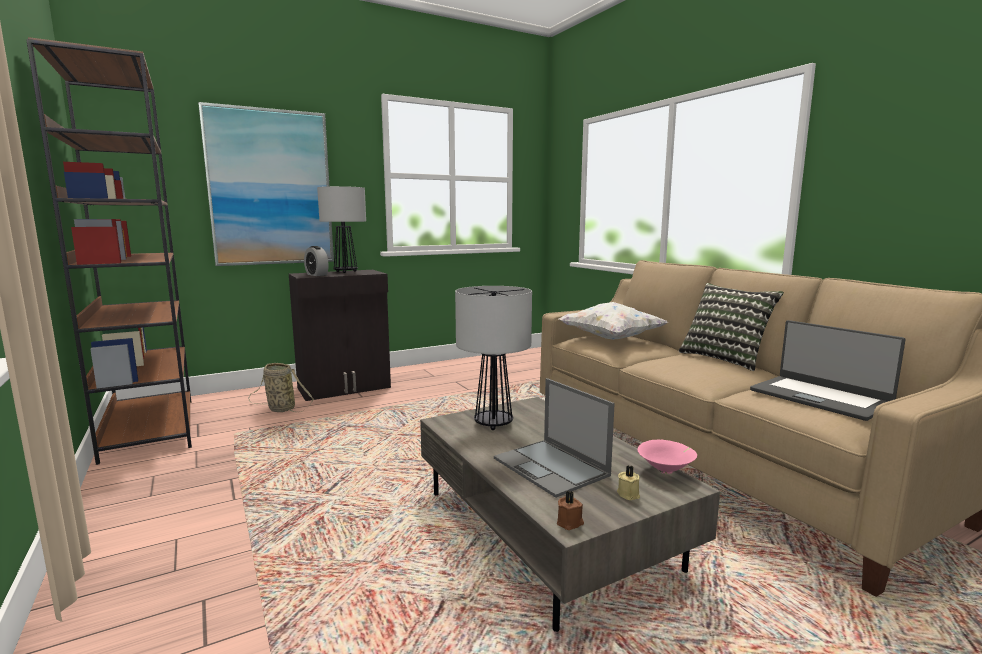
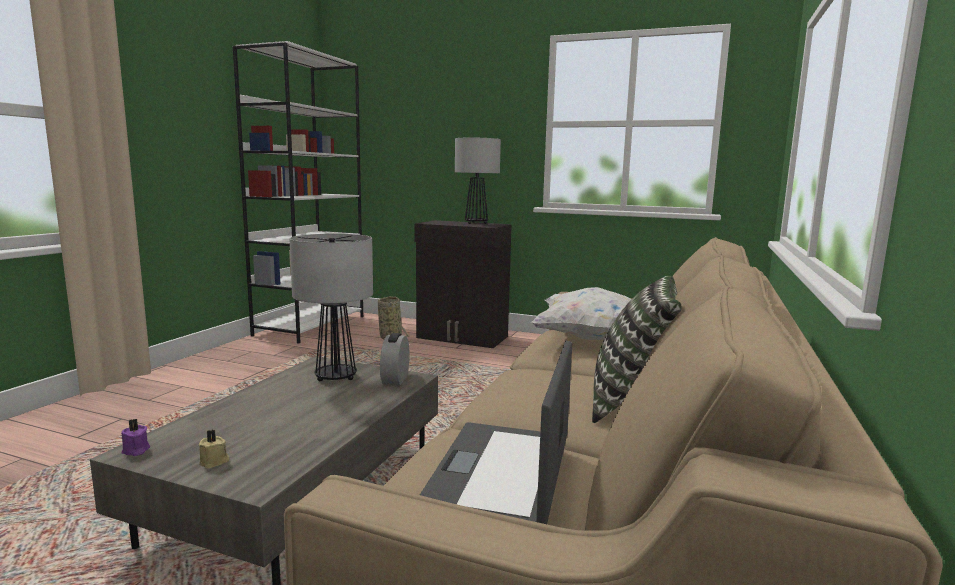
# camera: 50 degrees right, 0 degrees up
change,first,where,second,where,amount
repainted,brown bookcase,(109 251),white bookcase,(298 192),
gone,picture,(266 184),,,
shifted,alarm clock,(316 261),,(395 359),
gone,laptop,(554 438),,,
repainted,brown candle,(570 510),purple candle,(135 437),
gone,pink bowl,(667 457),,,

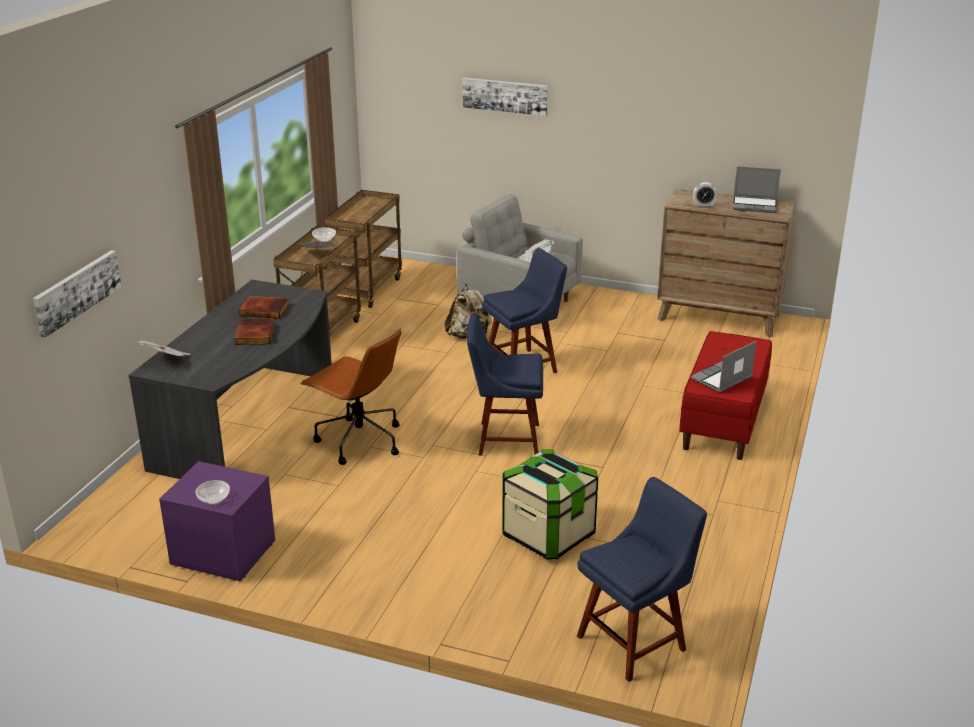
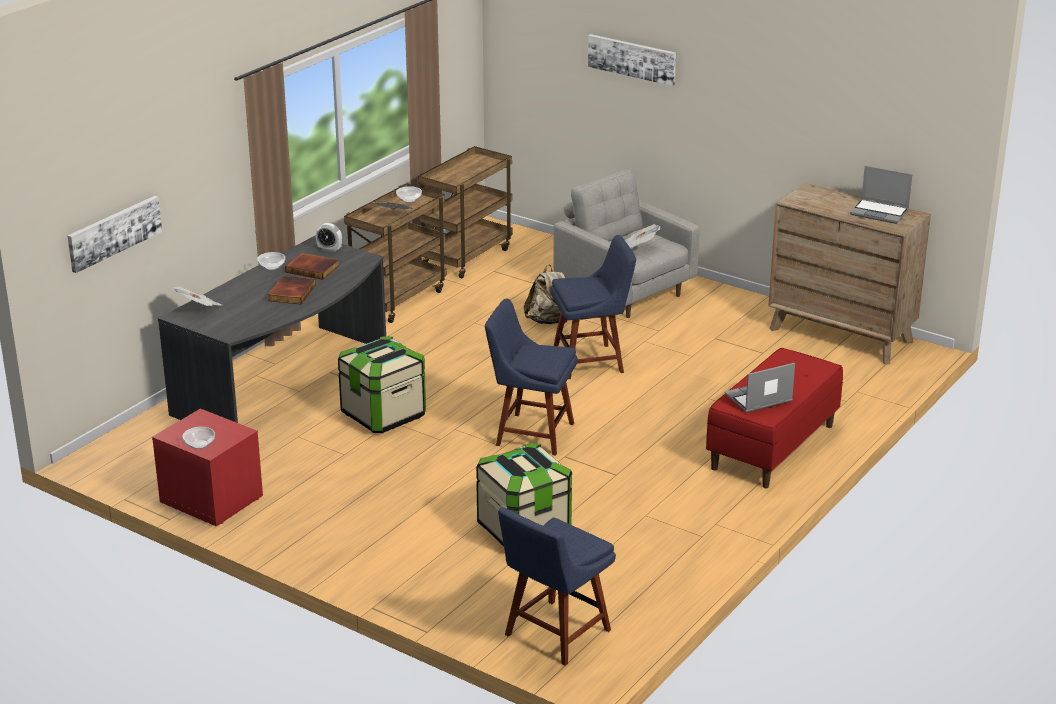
# camera: 15 degrees right, 0 degrees up
change,first,where,second,where,amount
repainted,purple nightstand,(217 521),red nightstand,(207 467),
swapped,brown office chair,(350 396),storage box,(382 384),
rotated,blue chair,(642 579),,(557 587),150 degrees clockwise
shifted,alarm clock,(705 195),,(329 237),
new,,,bowl,(271 261),

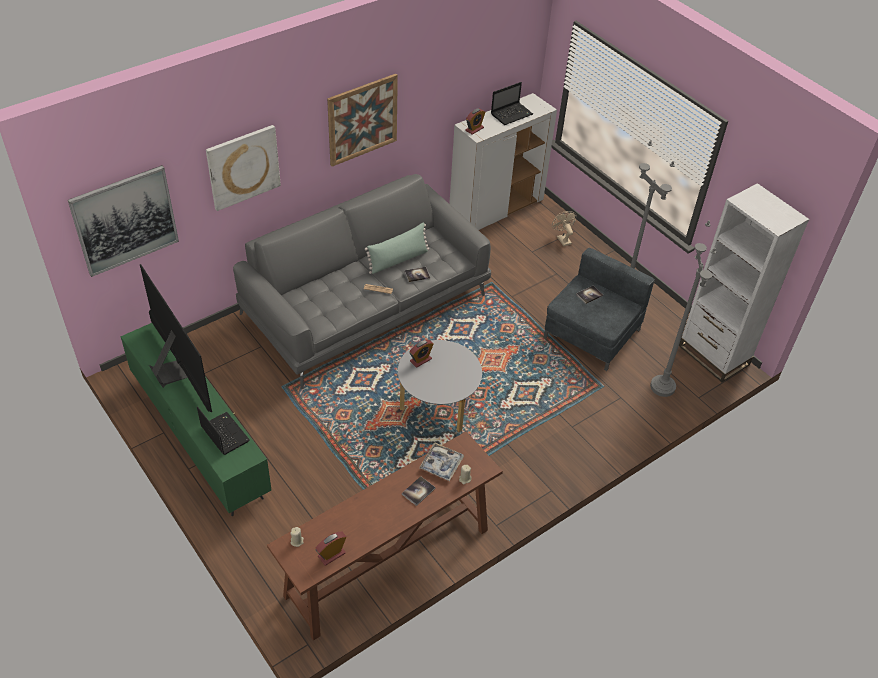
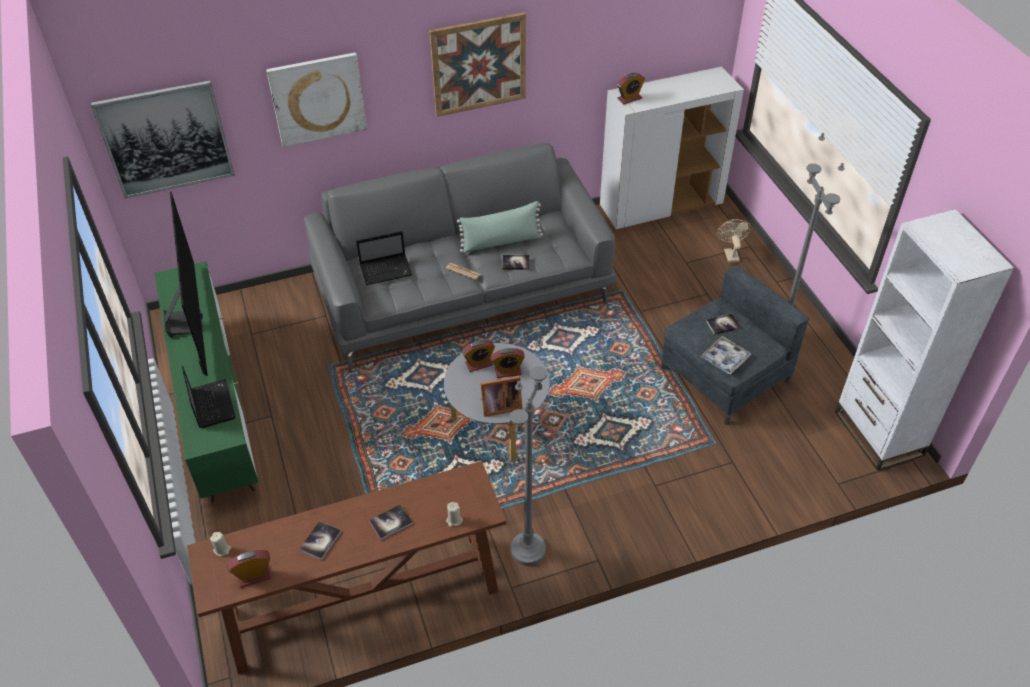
# camera: 20 degrees right, 0 degrees up
change,first,where,second,where,amount
shifted,tray,(441 461),,(725 355),
shifted,laptop,(512 103),,(384 258),
shifted,grey floor lamp,(683 308),,(528 452),
new,,,book,(320 540),
new,,,picture frame,(501 396),
new,,,alarm clock,(508 363),

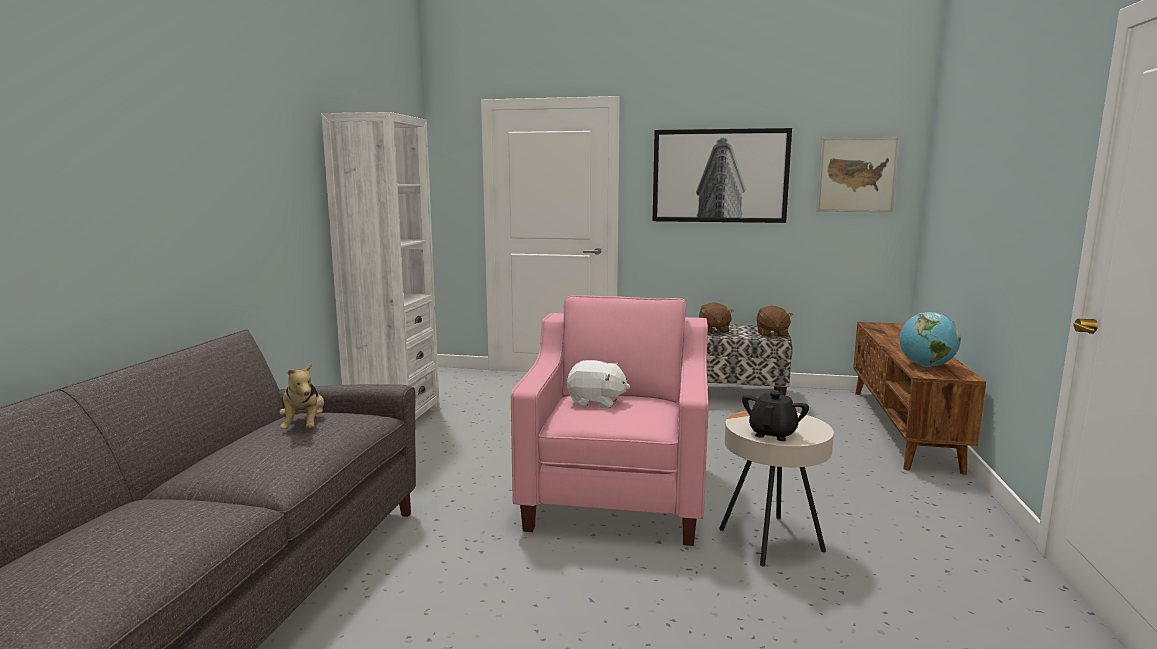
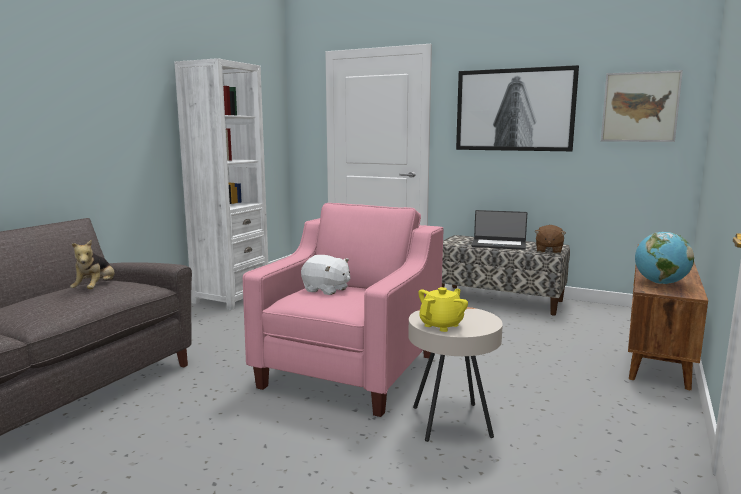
# camera: 15 degrees right, 0 degrees up
change,first,where,second,where,amount
swapped,brown plush toy,(716 317),laptop,(499 230),
repainted,black teapot,(775 416),yellow teapot,(443 309),

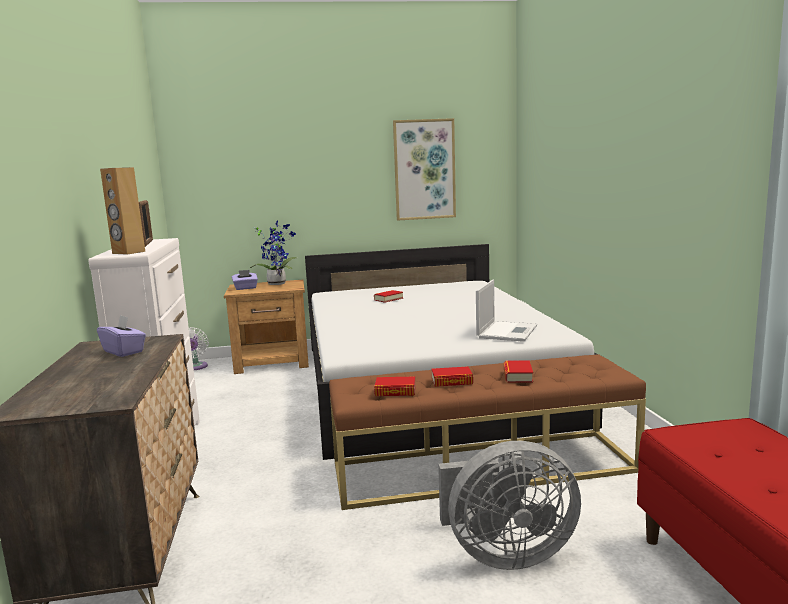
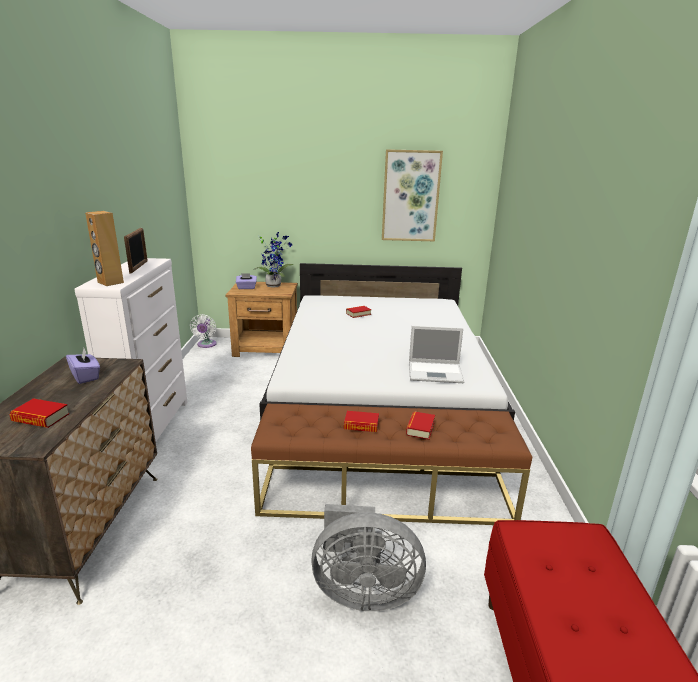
# camera: 10 degrees right, 10 degrees up
change,first,where,second,where,amount
shifted,book,(395 386),,(39 413),
rotated,laptop,(506 310),,(436 354),60 degrees clockwise

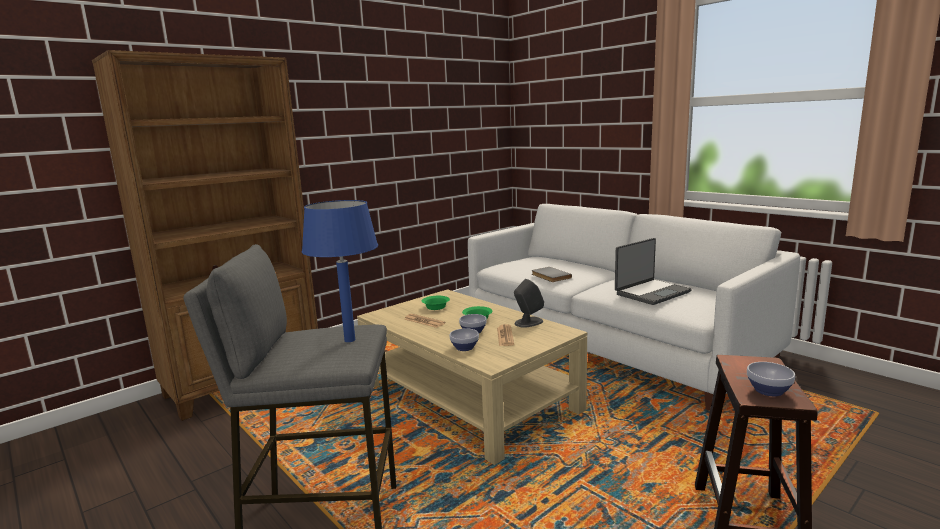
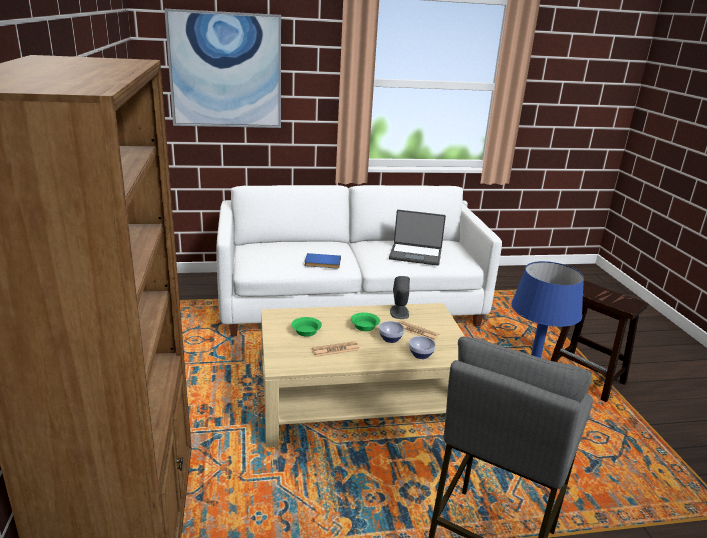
# camera: 60 degrees left, 10 degrees up
change,first,where,second,where,amount
repainted,grey book,(552 274),blue book,(322 261),
rotated,laptop,(653 271),,(417 238),105 degrees clockwise
gone,bowl,(771 379),,,
new,,,picture,(222 68),

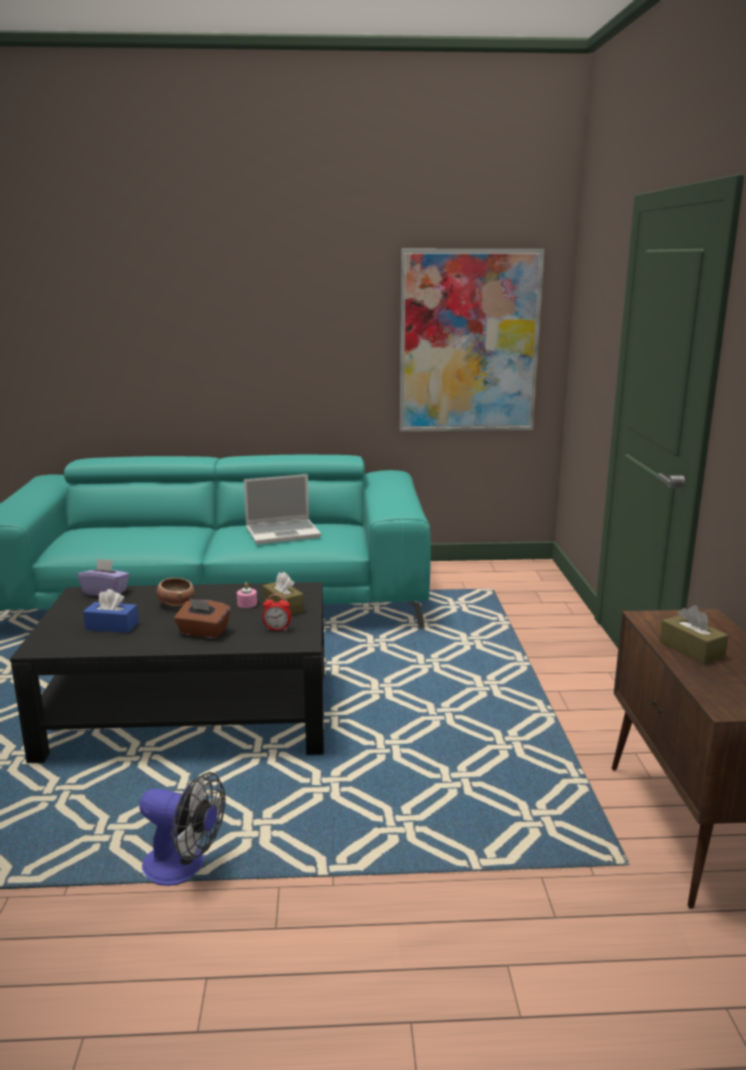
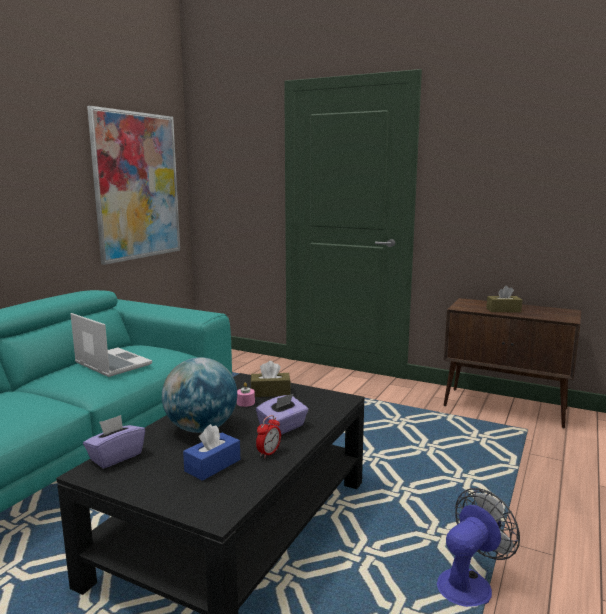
# camera: 60 degrees left, 5 degrees down
change,first,where,second,where,amount
swapped,bowl,(175 592),globe,(199 395),
repainted,brown tissue box,(202 618),purple tissue box,(282 414),
rotated,laptop,(282 509),,(111 345),60 degrees counterclockwise
shifted,alarm clock,(276 612),,(268 436),

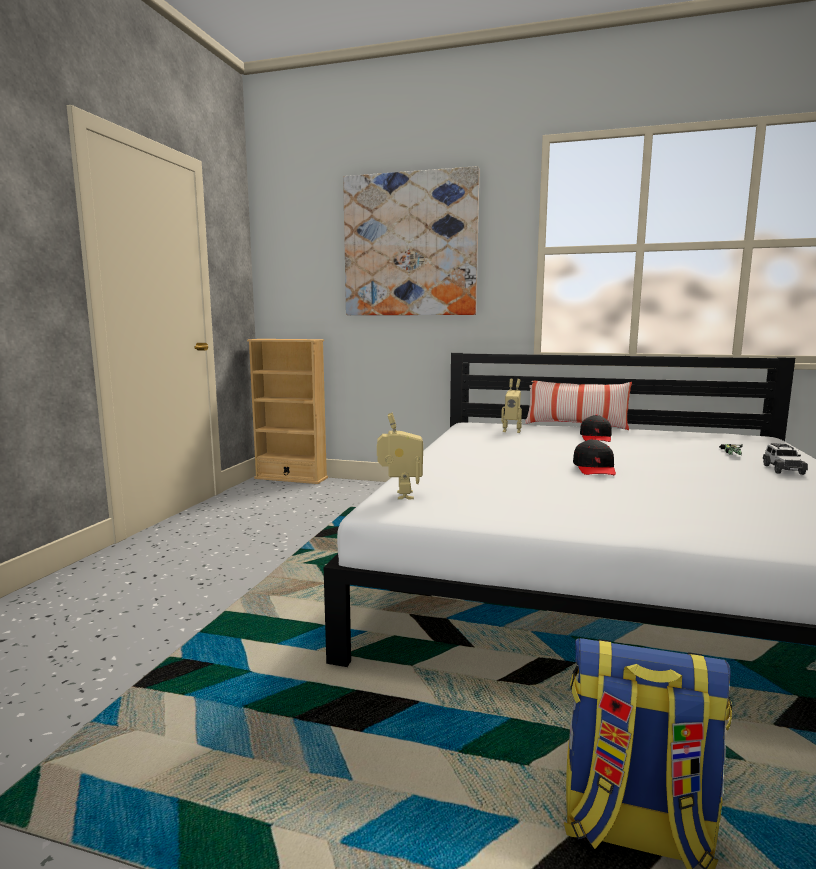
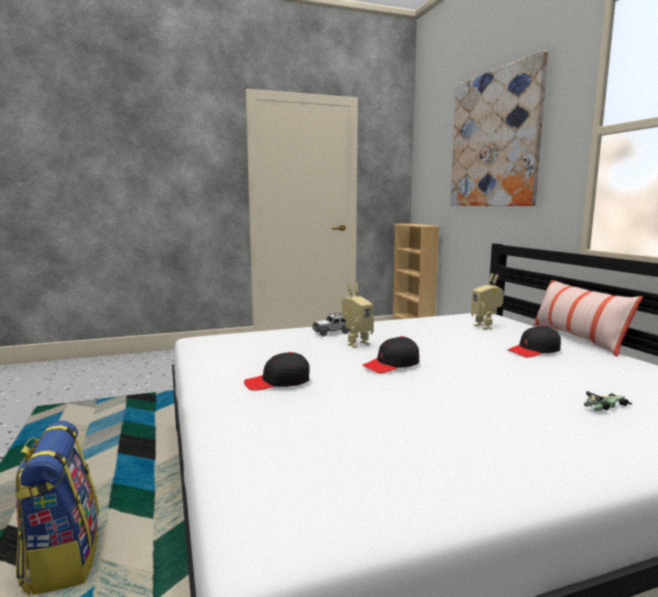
# camera: 55 degrees right, 0 degrees up
change,first,where,second,where,amount
shifted,toy robot,(400 456),,(357 315),
shifted,toy car,(785 459),,(331 324),
new,,,black cap,(277 371),

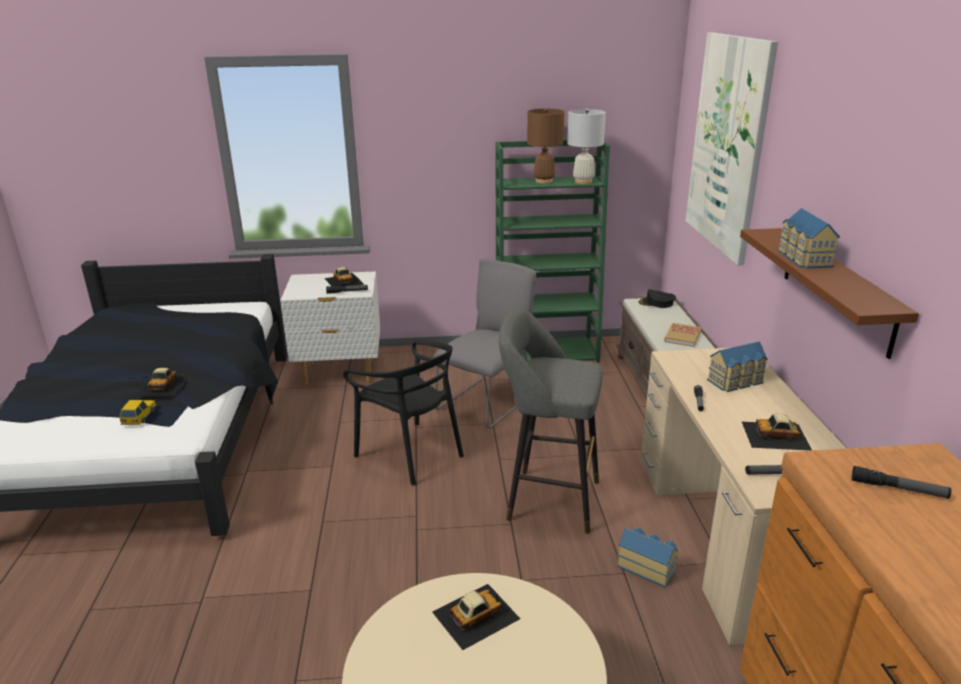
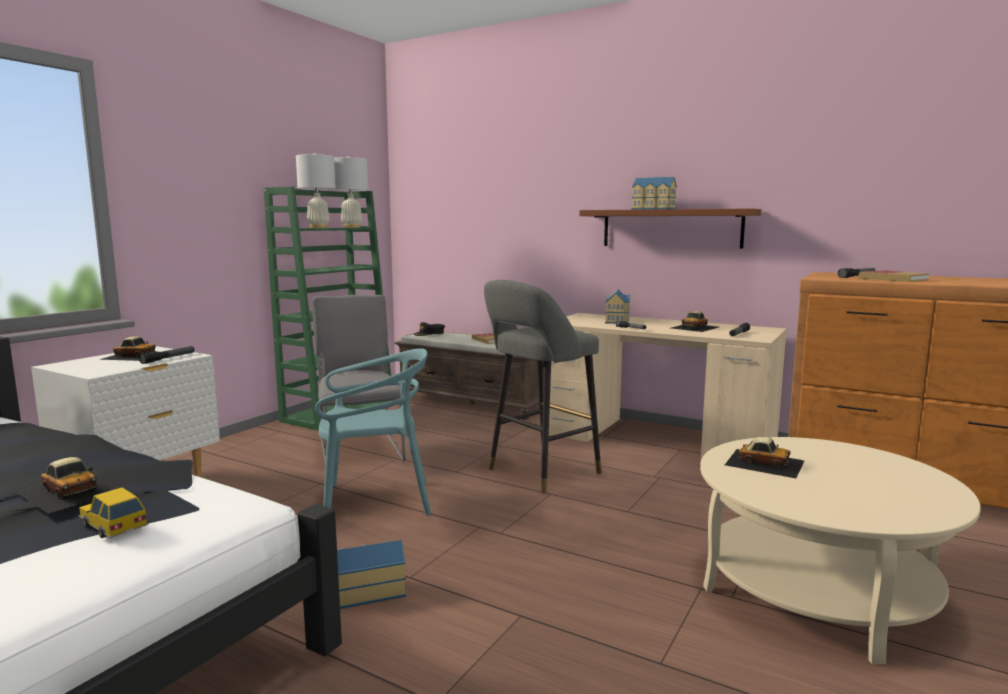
# camera: 55 degrees left, 15 degrees down
change,first,where,second,where,amount
repainted,black chair,(403 413),turquoise chair,(373 432),
rotated,toy car,(476 617),,(765 457),120 degrees clockwise
repainted,brown table lamp,(546 146),white table lamp,(316 190),
shifted,toy house,(647 557),,(372 574),
gone,picture,(731 148),,,
new,,,book,(894 276),

